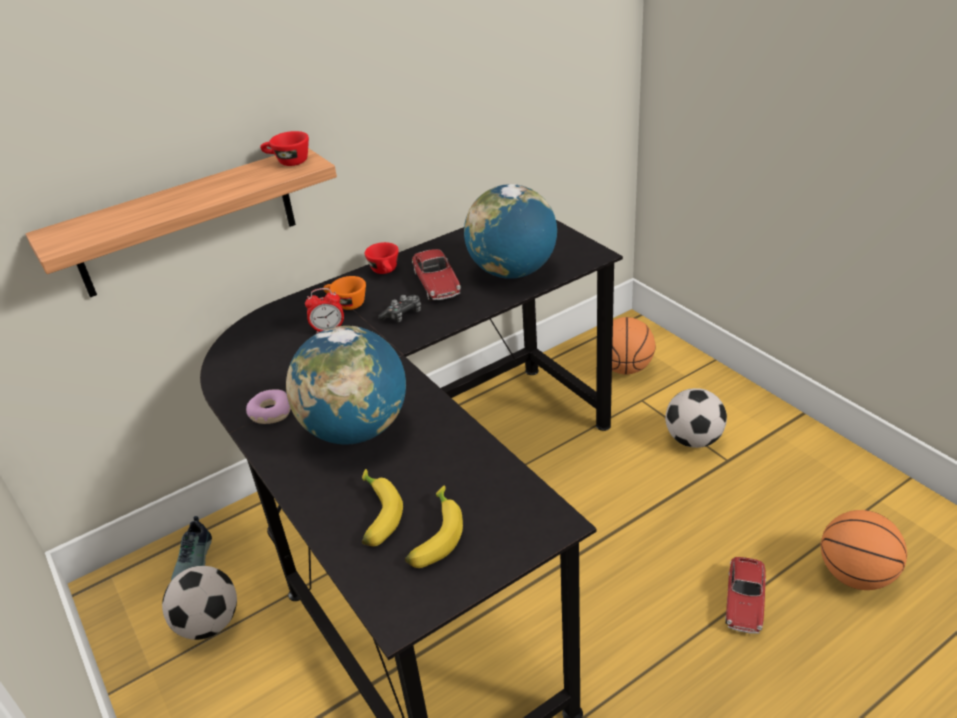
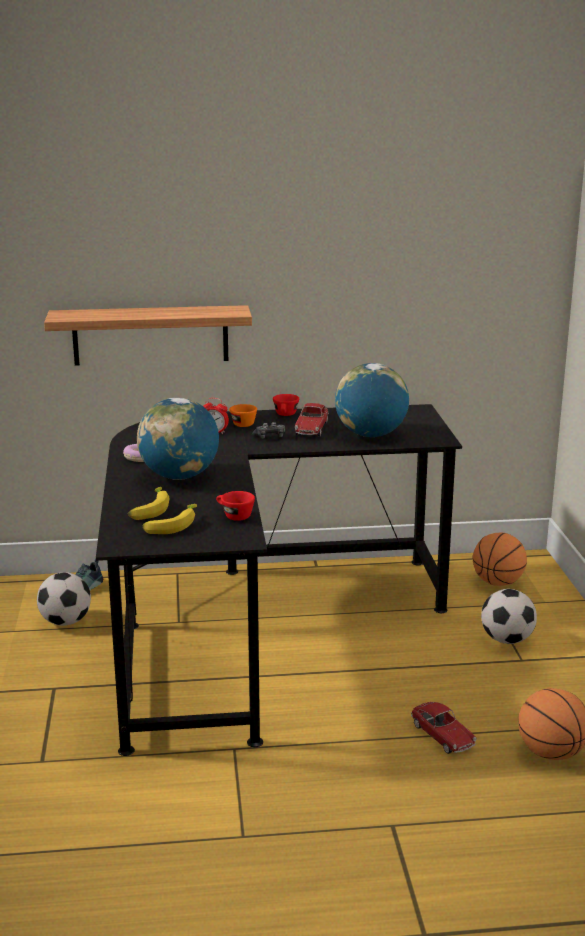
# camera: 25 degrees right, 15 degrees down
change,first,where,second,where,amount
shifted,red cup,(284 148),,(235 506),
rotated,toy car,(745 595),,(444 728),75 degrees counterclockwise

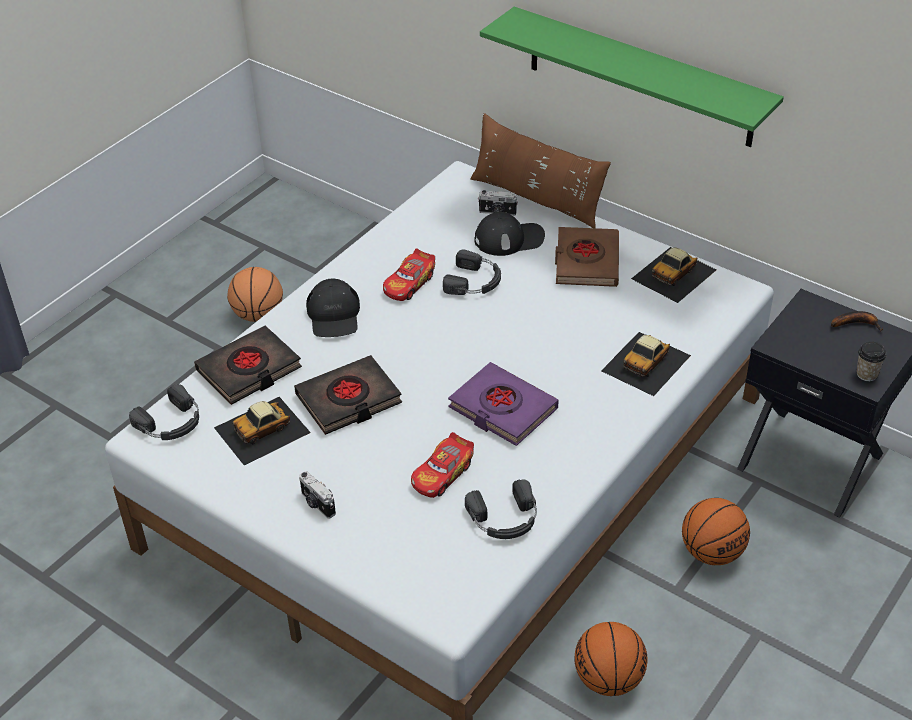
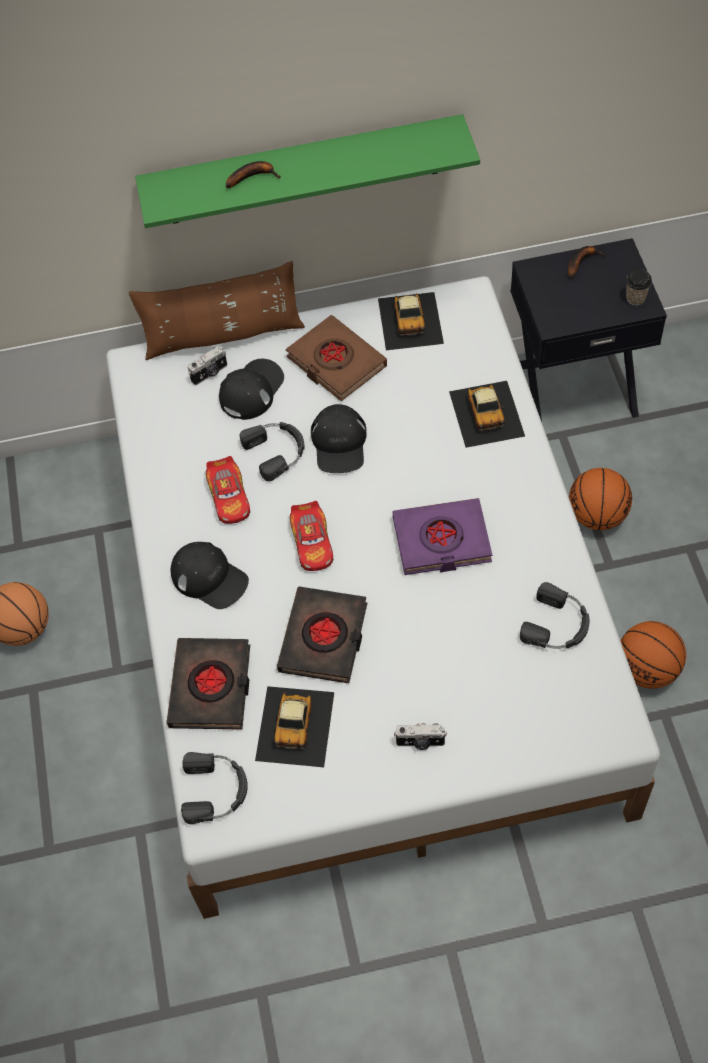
# camera: 45 degrees left, 15 degrees up
change,first,where,second,where,amount
shifted,toy car,(442 465),,(311 536),
new,,,banana,(253 174),
new,,,black cap,(339 438),

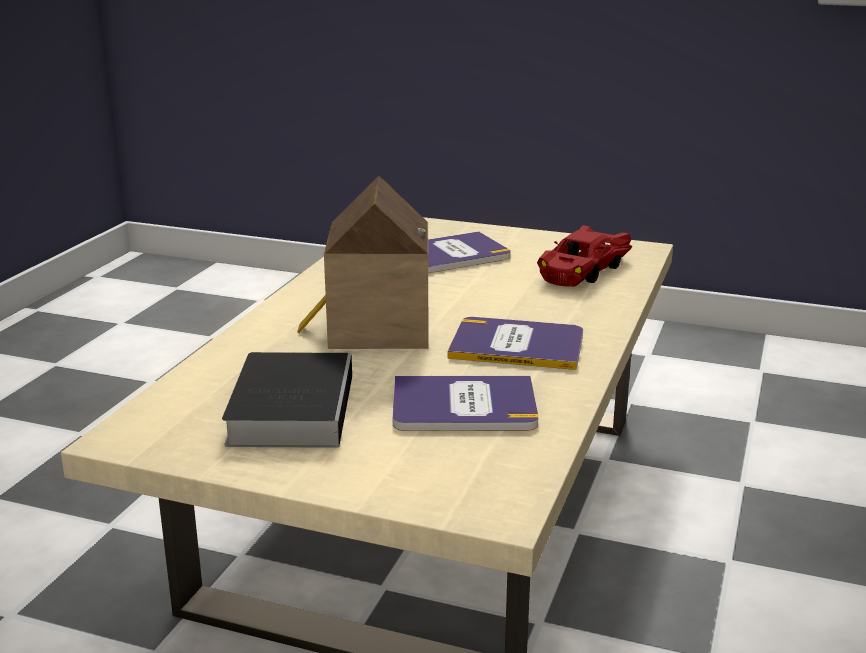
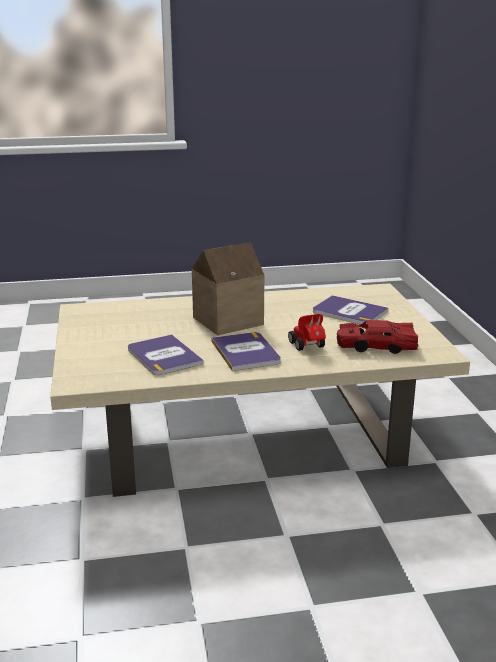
# camera: 60 degrees right, 0 degrees up
change,first,where,second,where,amount
gone,book,(287 400),,,
new,,,toy car,(307 332),

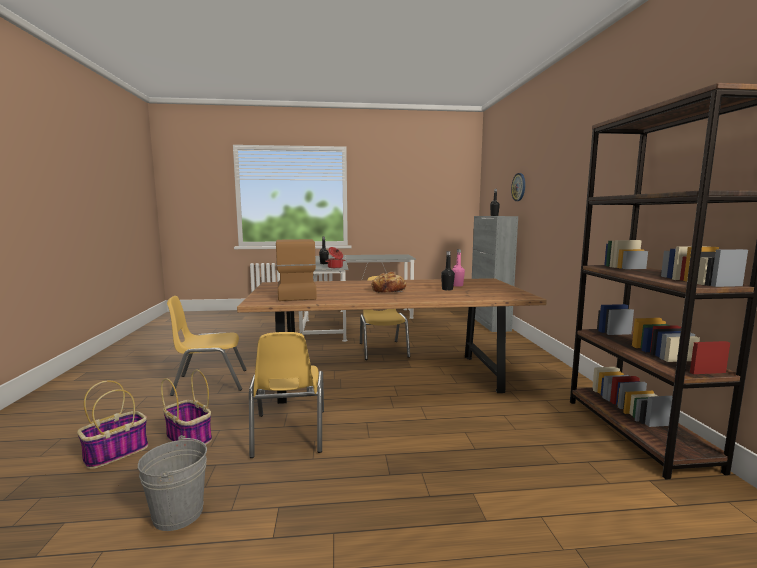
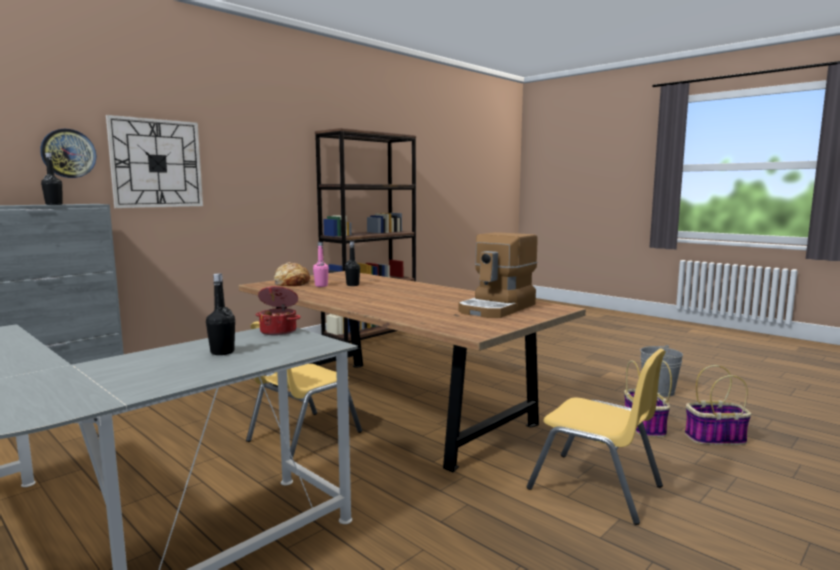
# camera: 130 degrees left, 0 degrees up
change,first,where,second,where,amount
gone,yellow chair,(286 395),,,
shifted,bread,(388 282),,(292 274),
new,,,wall clock,(154 161),

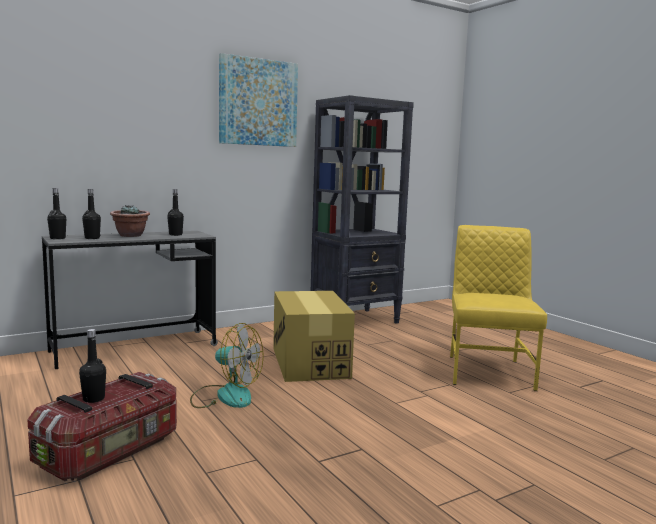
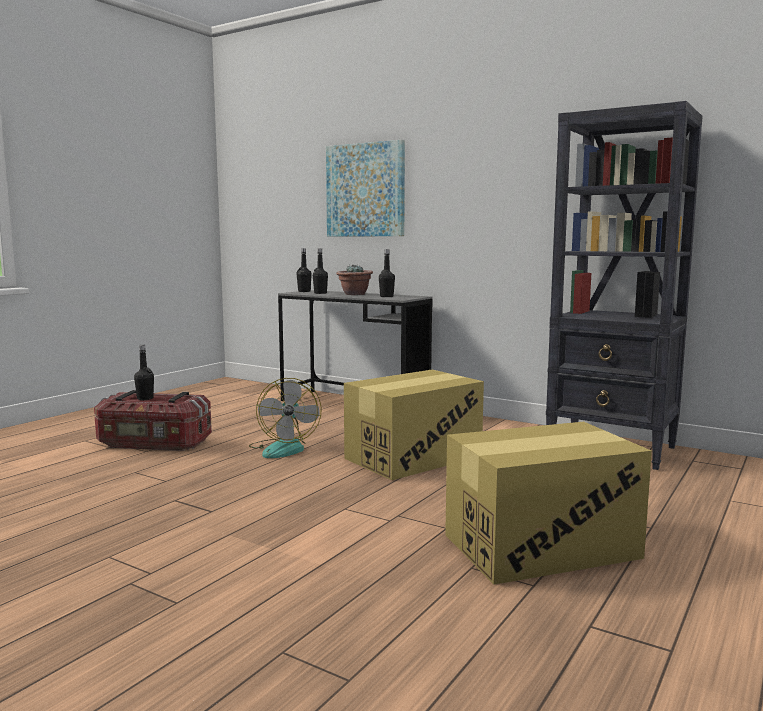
# camera: 65 degrees right, 0 degrees up
change,first,where,second,where,amount
shifted,picture,(258 100),,(365 188),
swapped,yellow chair,(498 308),cardboard box,(548 503),

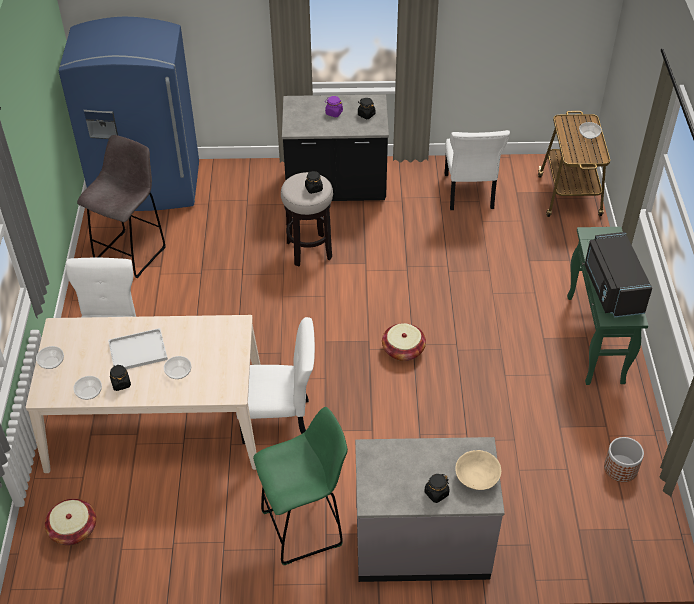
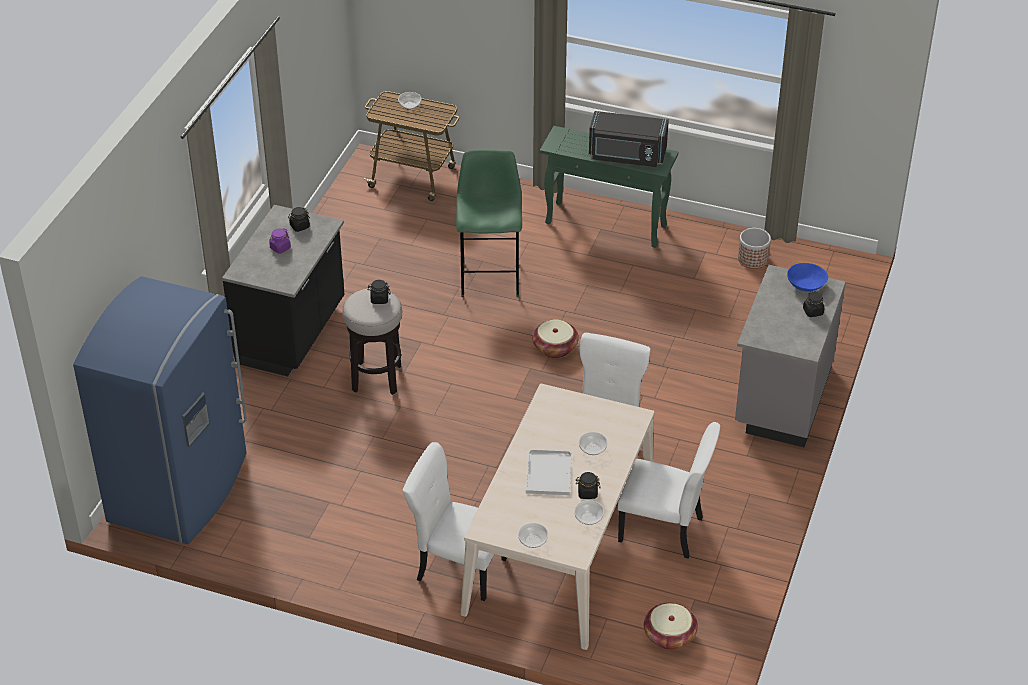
# camera: 70 degrees left, 5 degrees down
change,first,where,second,where,amount
gone,grey stool,(121 206),,,
shifted,green stool,(300 486),,(489 223),
shifted,white chair,(477 170),,(669 490),
repainted,beige bowl,(478 470),blue bowl,(807 277),

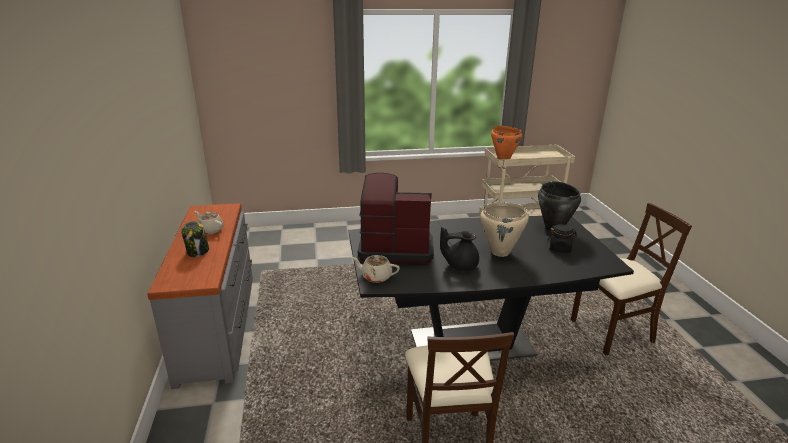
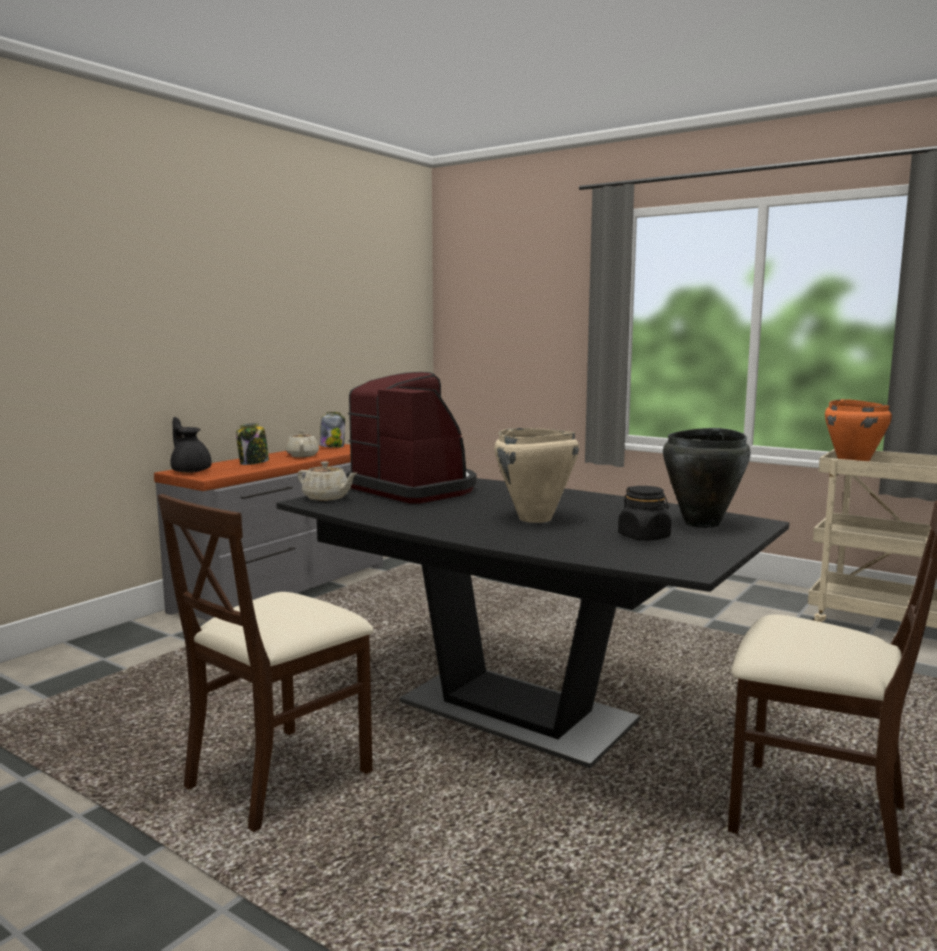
# camera: 45 degrees right, 15 degrees down
change,first,where,second,where,amount
rotated,beige teapot,(376 269),,(327 481),150 degrees clockwise
shifted,black teapot,(459 249),,(191 445),
new,,,jar,(332 430),

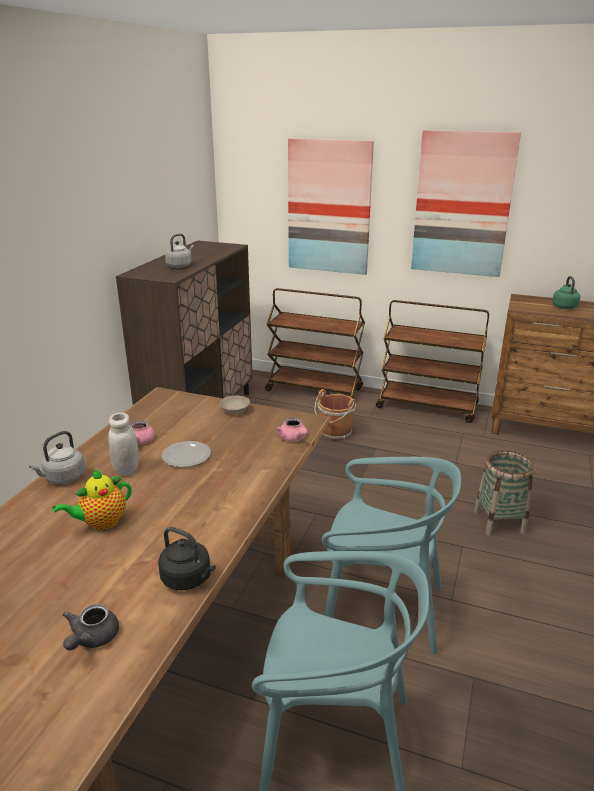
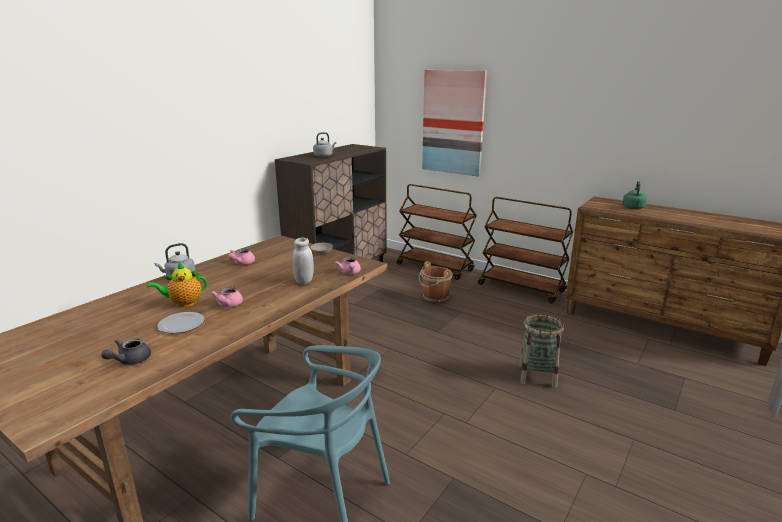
# camera: 15 degrees right, 5 degrees down
change,first,where,second,where,amount
shifted,white jar,(123 444),,(303 261),
gone,black kettle,(187 558),,,
shifted,plate,(186 454),,(180 322),
gone,turquoise chair,(391 556),,,
gone,picture,(466 203),,,
new,,,pink teapot,(227 297),

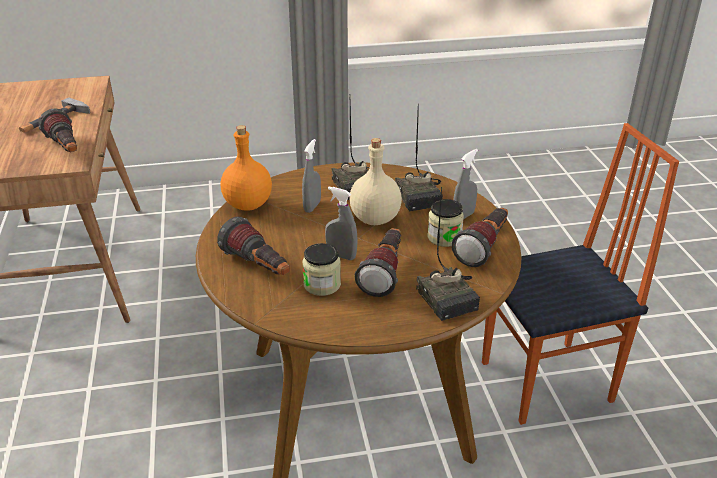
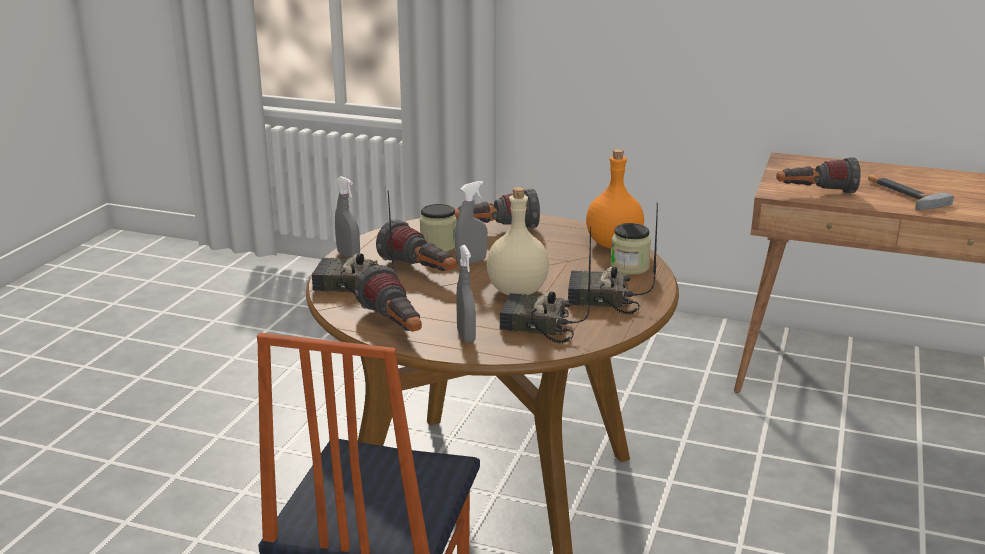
# camera: 120 degrees right, 10 degrees down
change,first,where,second,where,amount
shifted,grey spray bottle,(311 176),,(347 217),
shifted,jar,(446 223),,(630 249),

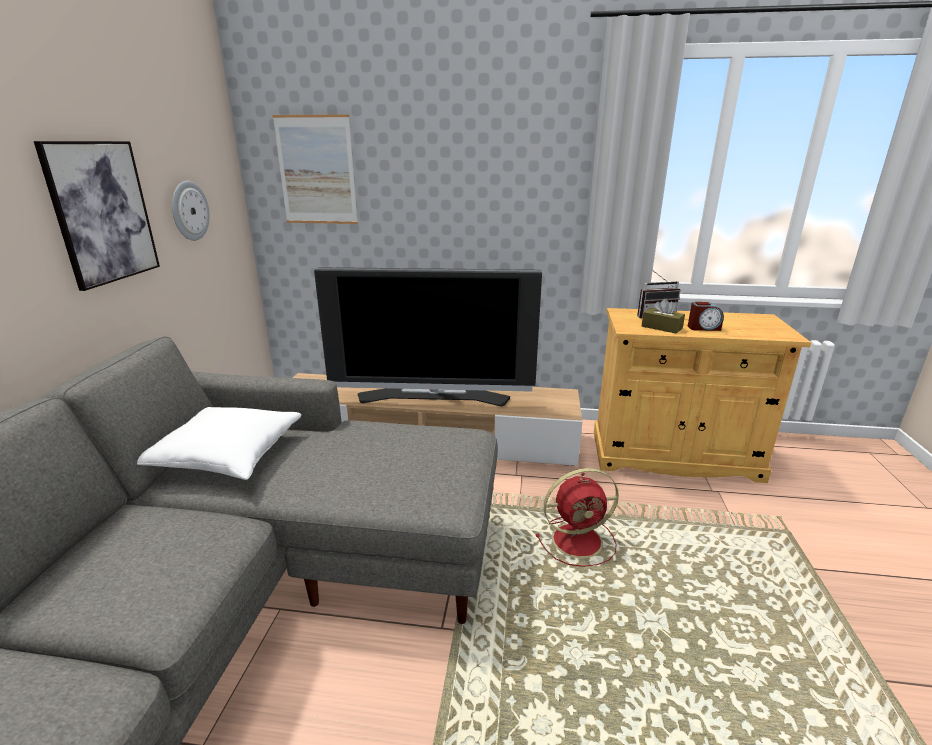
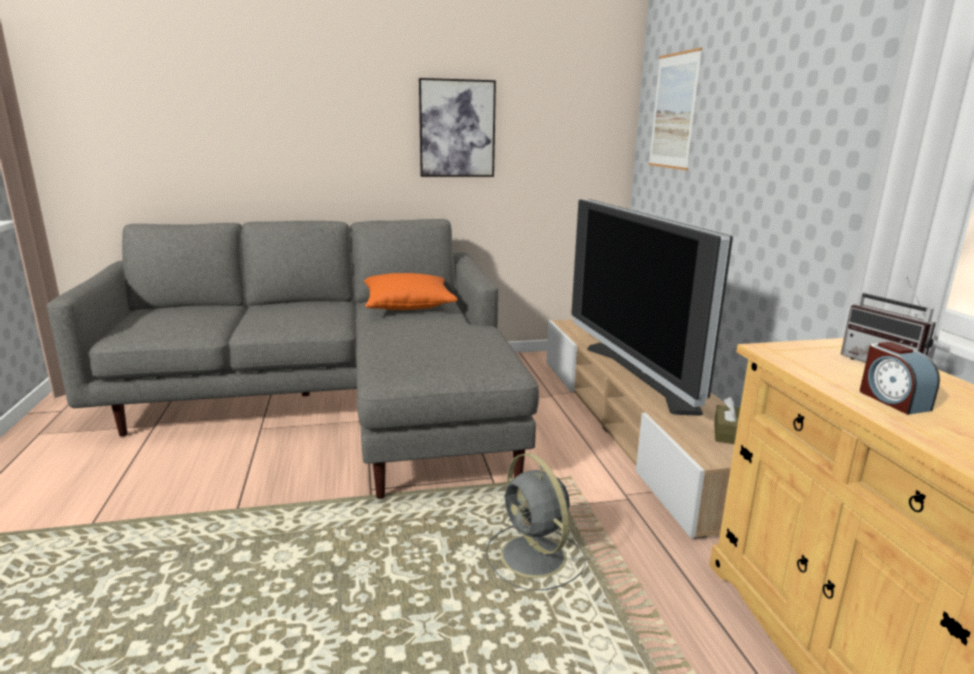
# camera: 70 degrees right, 5 degrees down
change,first,where,second,where,amount
repainted,white pillow,(219 443),orange pillow,(411 291),
gone,wall clock,(191 211),,,
repainted,red fan,(577 517),grey fan,(536 521),
shifted,brown tissue box,(663 316),,(727 420),

